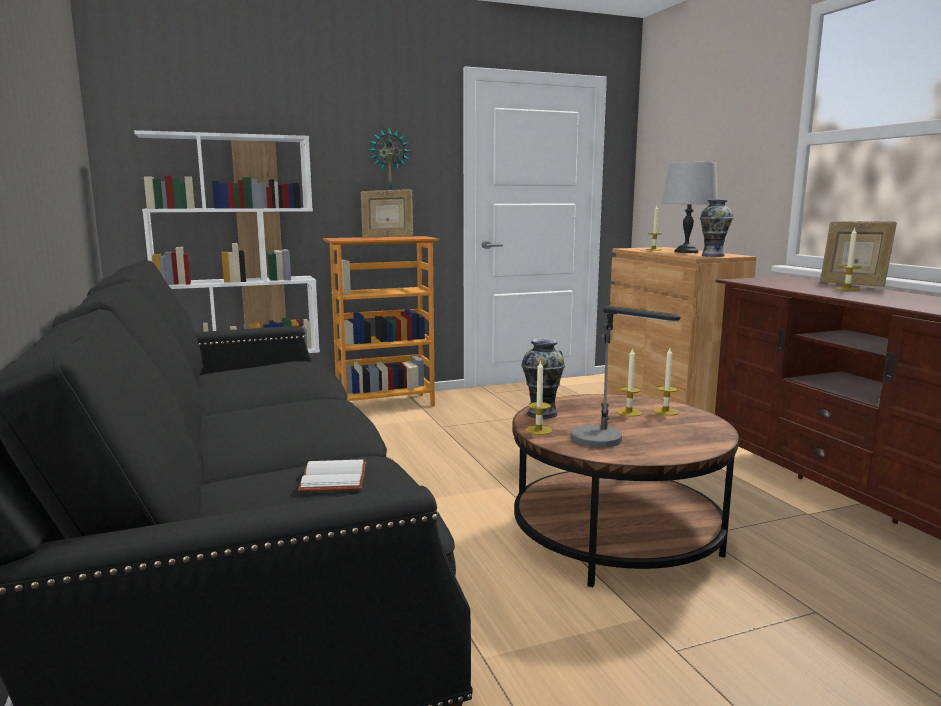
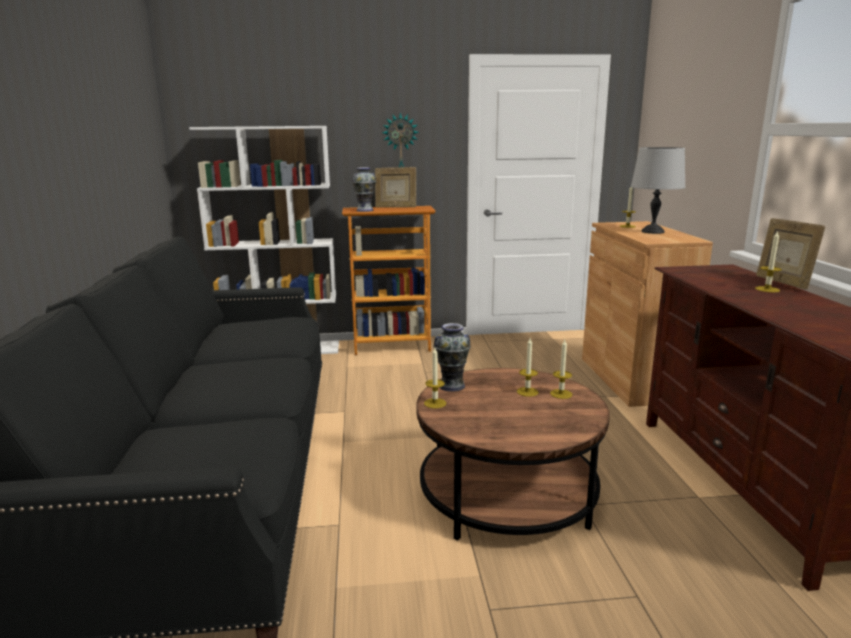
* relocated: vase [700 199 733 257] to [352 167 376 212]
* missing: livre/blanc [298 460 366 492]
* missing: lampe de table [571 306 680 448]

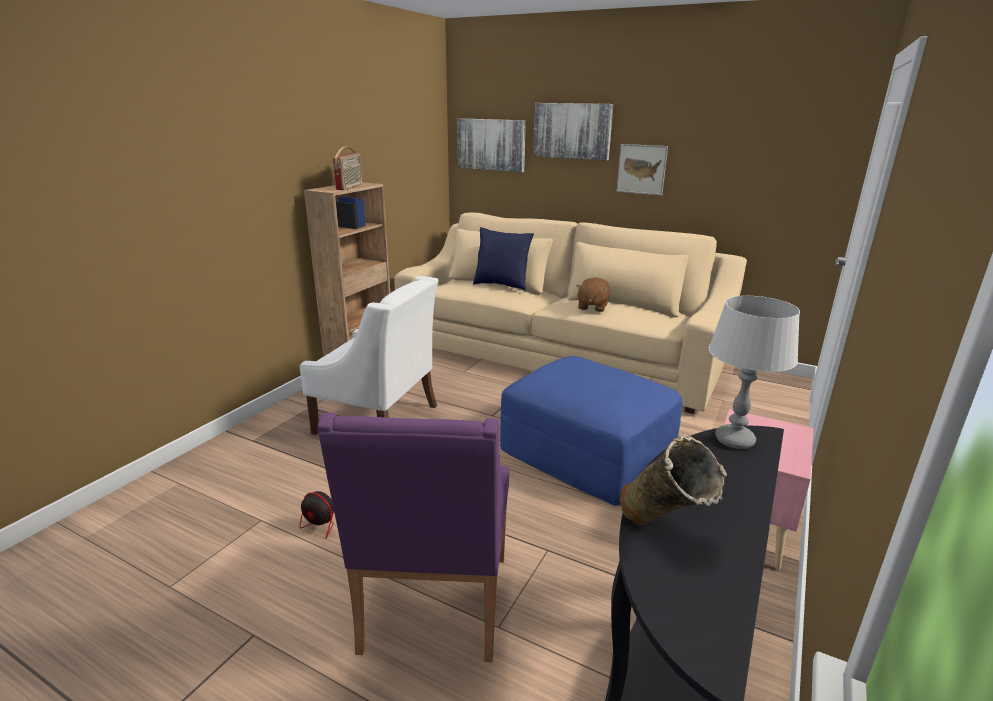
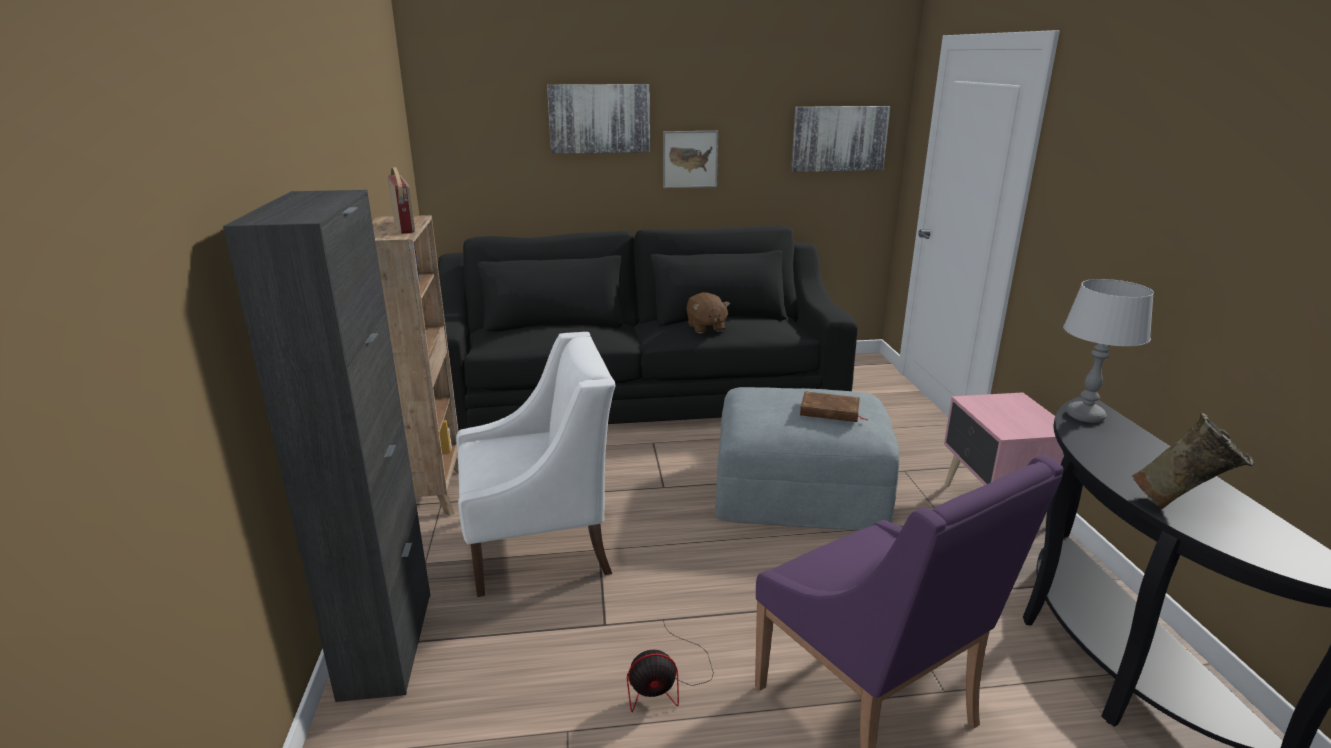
* appeared: meuble de rangement/noir [223 190 430 702]
* colour: canapé/beige [394 212 747 414] to canapé/noir [438 226 858 431]
* colour: pouf/bleu [500 356 683 505] to pouf/gris [715 387 899 530]
* relocated: tableau [457 118 526 172] to [791 106 890 172]
* appeared: livre/marron [800 391 868 422]
* missing: coussin/bleu [473 227 534 291]

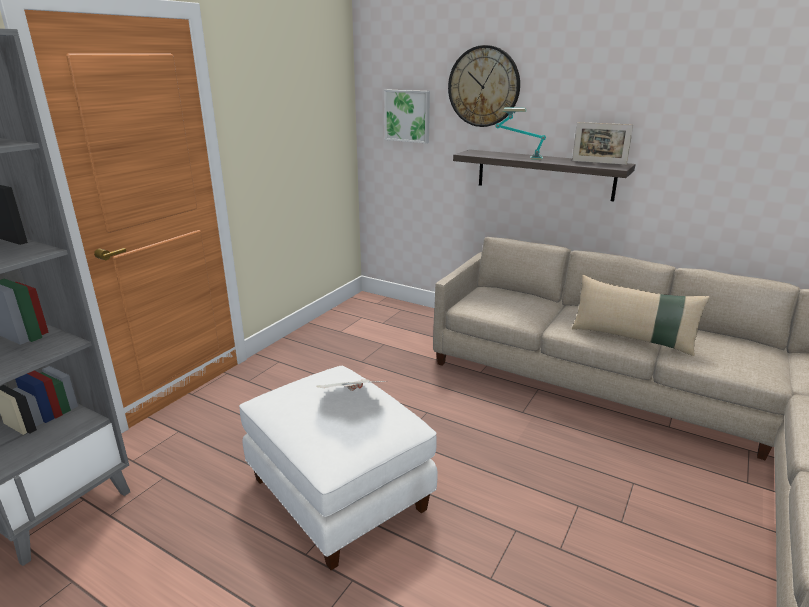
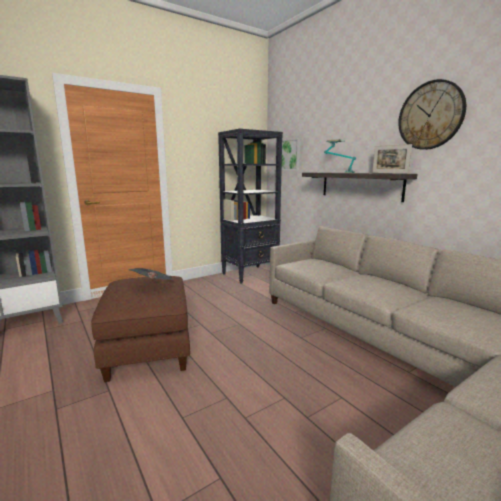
* colour: pouf/blanc [239 366 438 570] to pouf/marron [91 276 190 382]
* appeared: bibliothèque/noir [218 129 283 284]
* relocated: horloge murale [448 45 520 127] to [398 79 466 150]
* missing: coussin/beige [572 275 710 356]

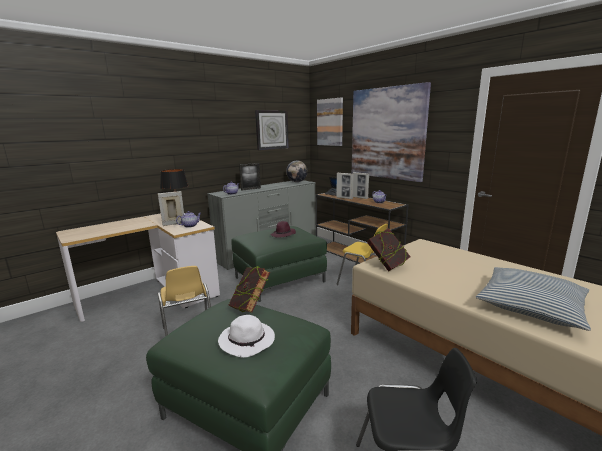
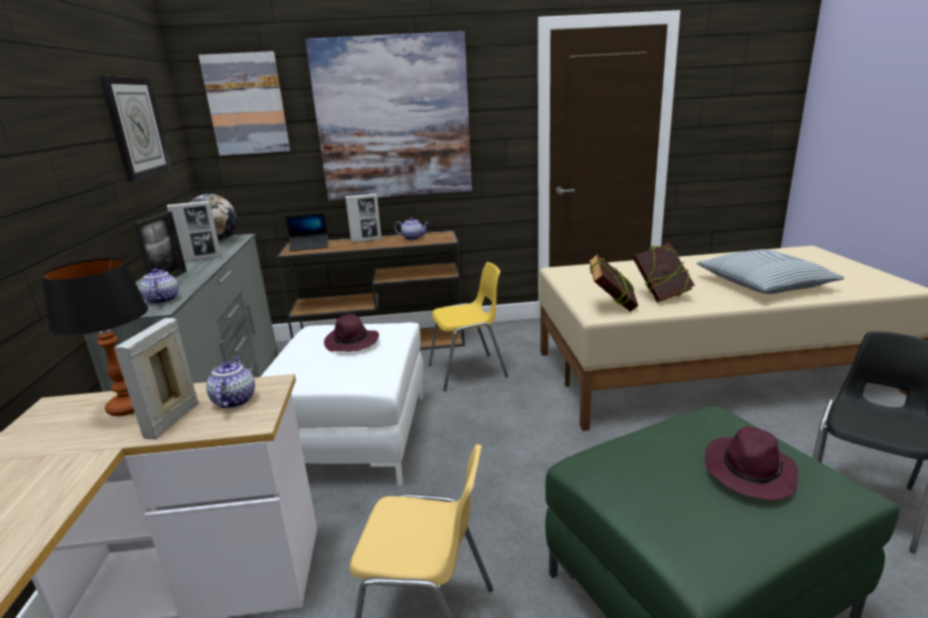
* relocated: cadre photo [336 173 354 199] to [167 201 221 262]
* colour: pouf/vert [231 226 327 302] to pouf/blanc [261 322 423 486]
* relocated: livre [229 266 270 313] to [634 242 695 303]
* colour: chapeau/blanc [218 315 275 358] to chapeau/violet [705 426 798 500]

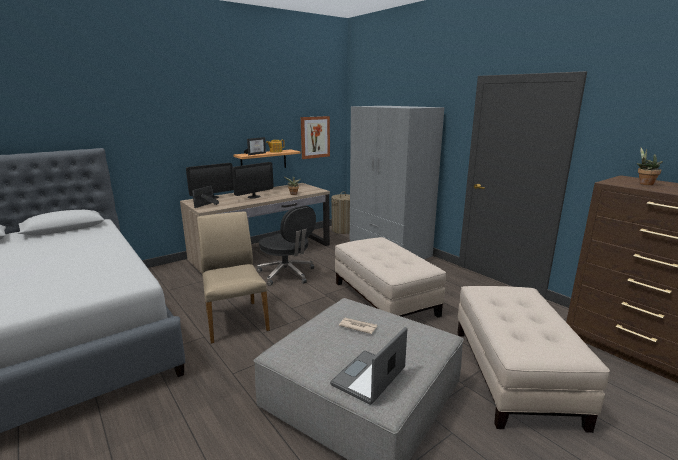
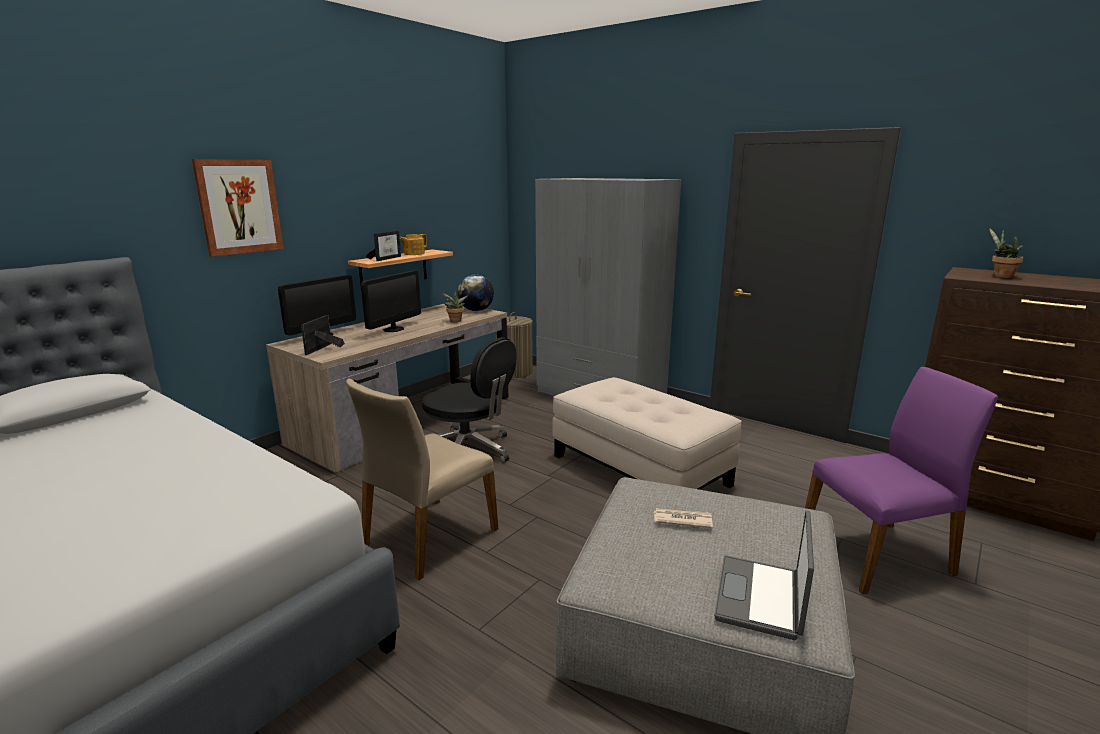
* relocated: tableau [301 116 330 159] to [192 159 284 257]
* spun: chaise/beige [197 211 270 343] = [346 378 498 580] 105 degrees counterclockwise
* appeared: globe [458 275 494 311]
* exchanged: pouf/beige [458 286 610 433] to chaise/violet [805 367 998 594]

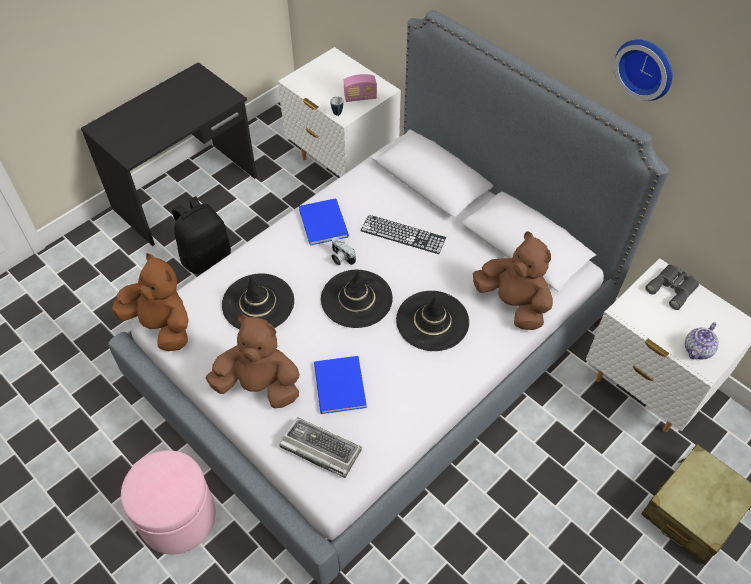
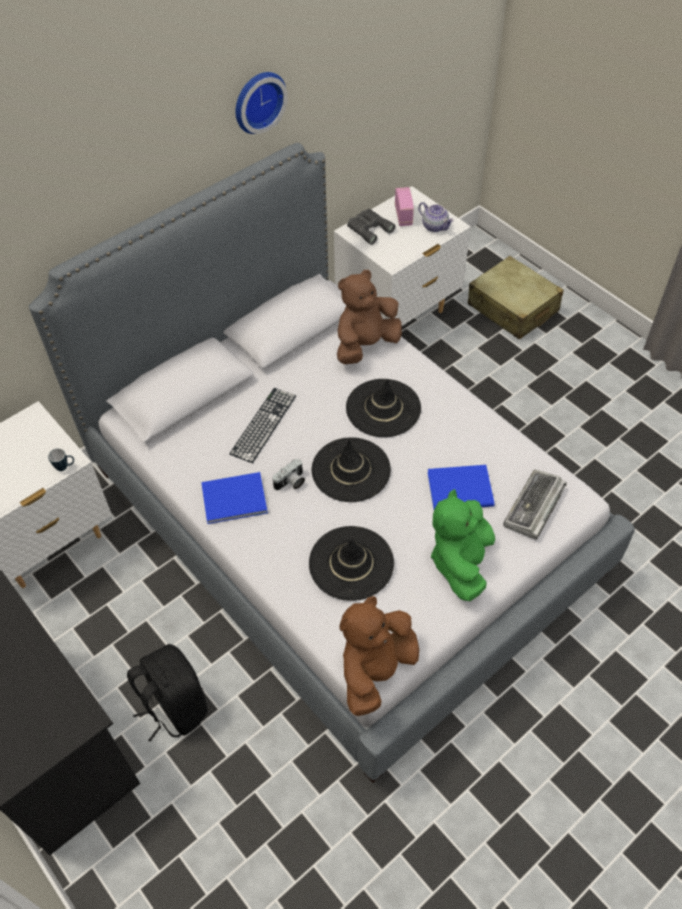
* relocated: radio [344 74 377 102] to [395 187 414 226]
* colour: peluche/marron [205 315 300 408] to peluche/vert [431 489 495 601]
* missing: pouf/rose [121 450 216 554]

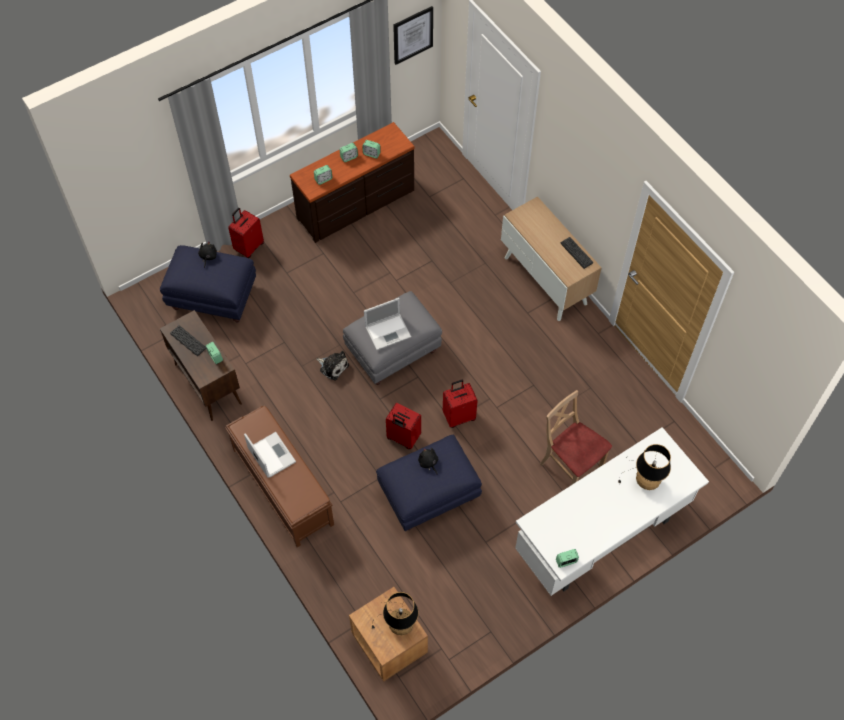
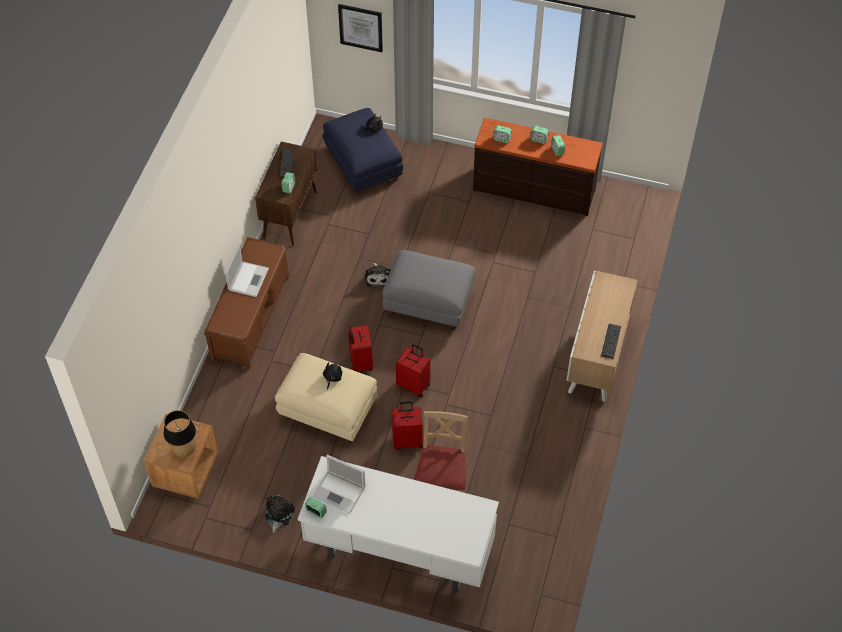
* appeared: peluche [265 495 295 533]
* colour: pouf/bleu [376 435 482 531] to pouf/beige [275 353 378 443]
* relocated: ordinateur portable [364 298 411 350] to [313 455 365 514]
* relocated: tableau [393 6 433 65] to [338 4 383 52]
* relocated: valise/rouge [228 208 264 258] to [392 401 423 450]
* missing: lampe de table [618 444 671 490]

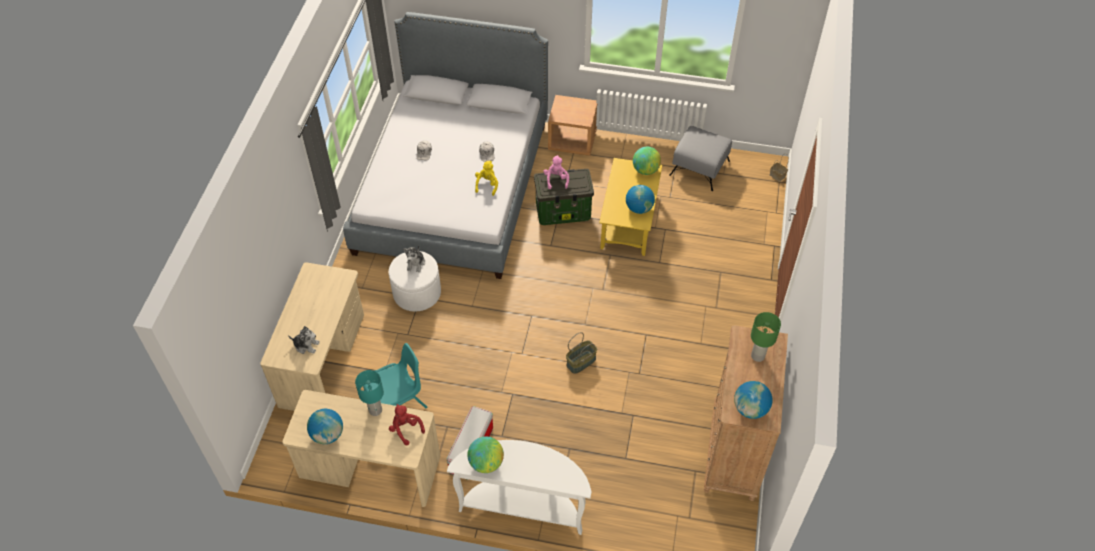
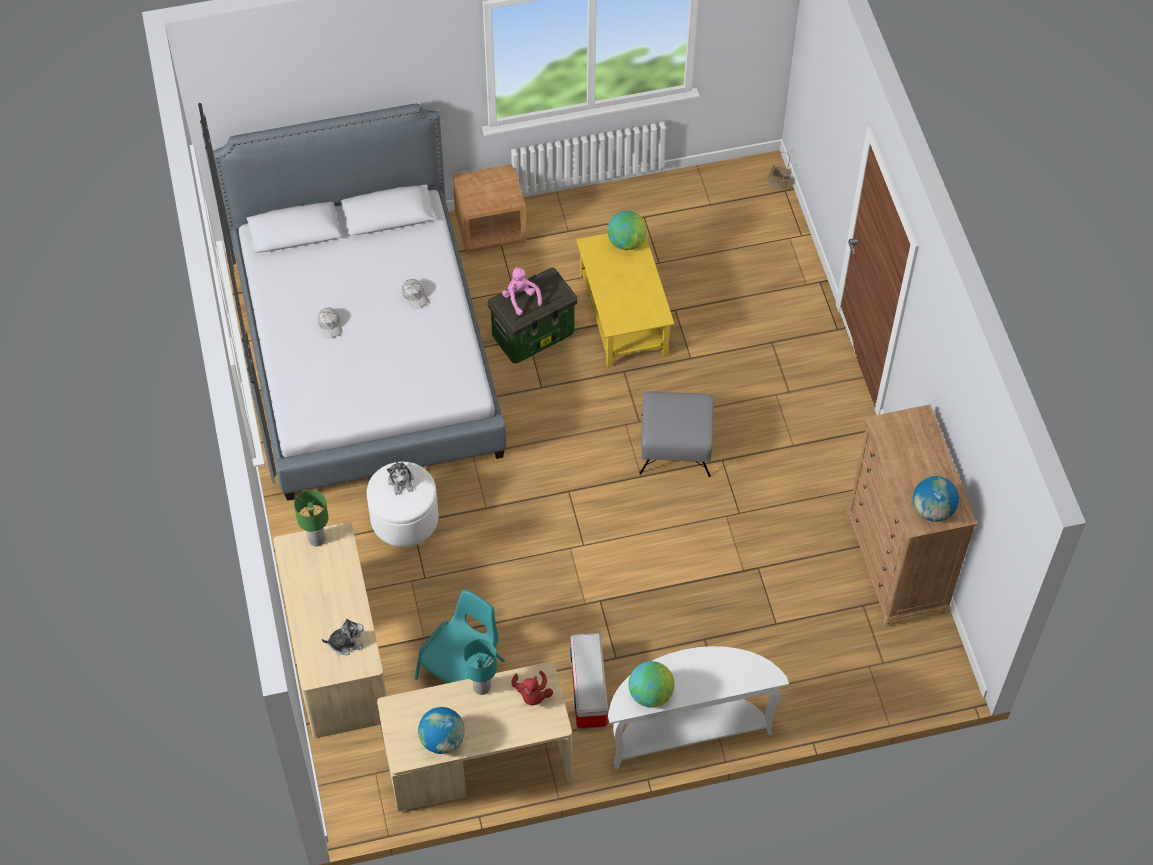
* relocated: lampe de table/vert [751 312 781 362] to [294 490 328 547]
* spun: peluche/rouge [389 404 425 445] = [511 671 553 706] 120 degrees counterclockwise
* relocated: pouf/gris [669 126 732 191] to [640 391 713 477]
* missing: peluche/jaune [475 161 498 196]
* missing: panier [566 332 597 374]
* missing: globe [626 185 655 214]

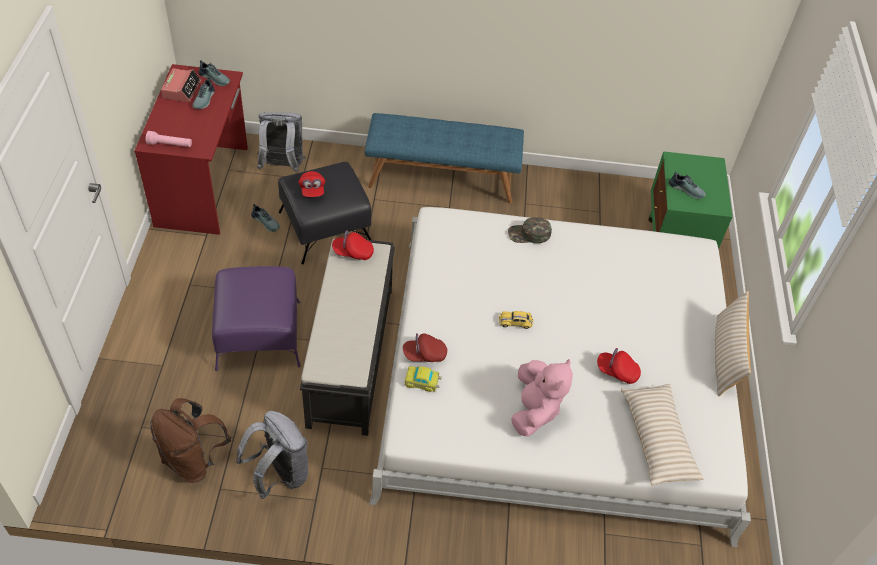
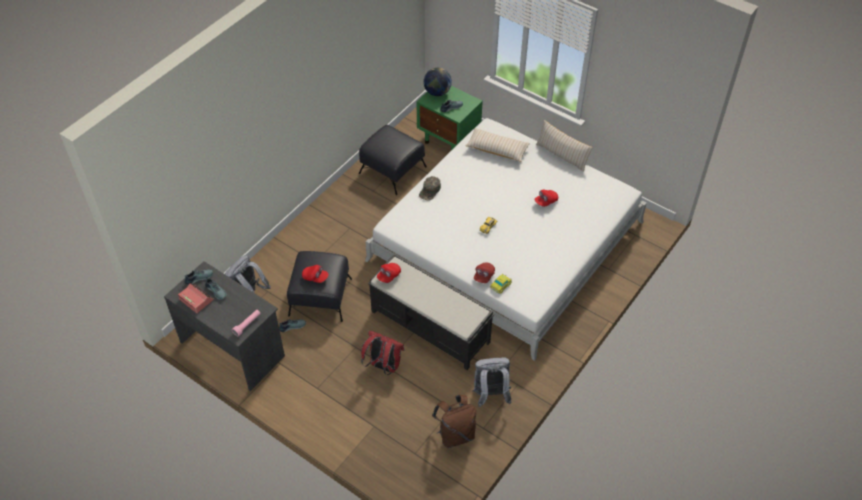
* colour: bureau/rouge [134 64 248 235] to bureau/gris [164 261 285 391]
* appeared: pouf/noir [359 125 427 195]
* exchanged: pouf/violet [212 266 301 371] to sac à dos/rouge [361 331 405 375]
* appeared: globe [423 68 452 96]
* relocated: coussin/beige [621 384 703 486] to [465 128 530 162]
* missing: banc/bleu [364 113 524 204]
* missing: peluche/rose [511 359 573 436]

